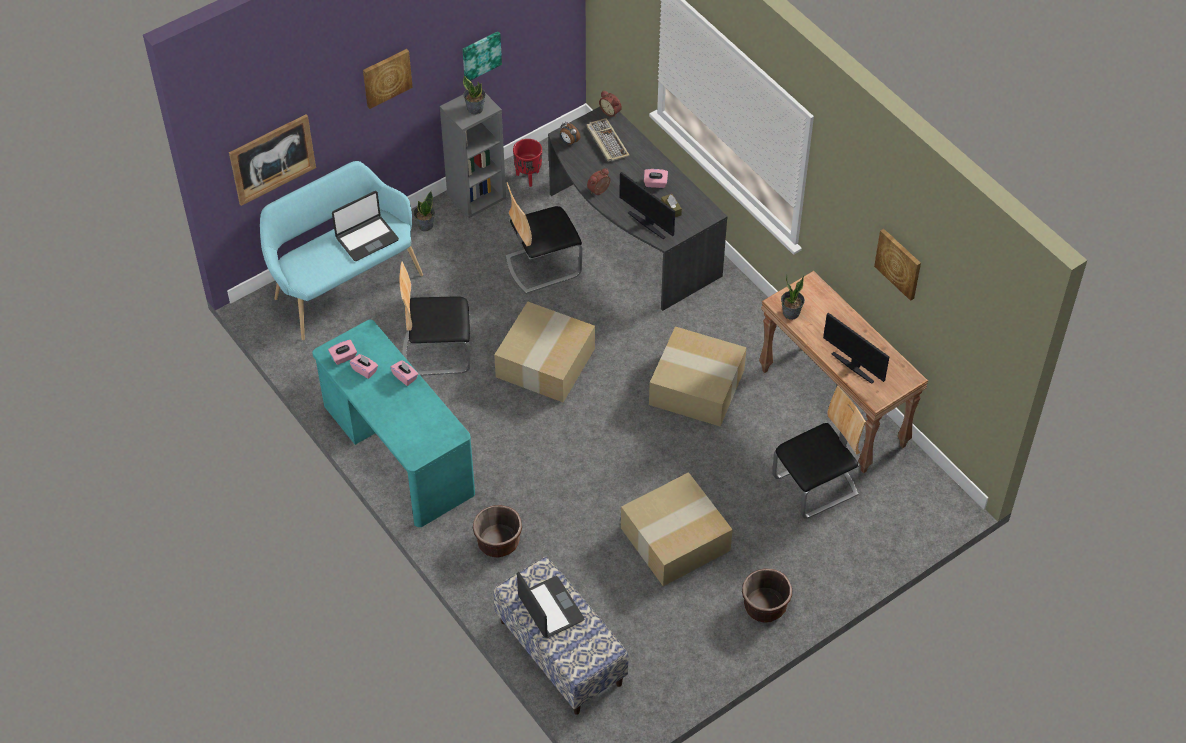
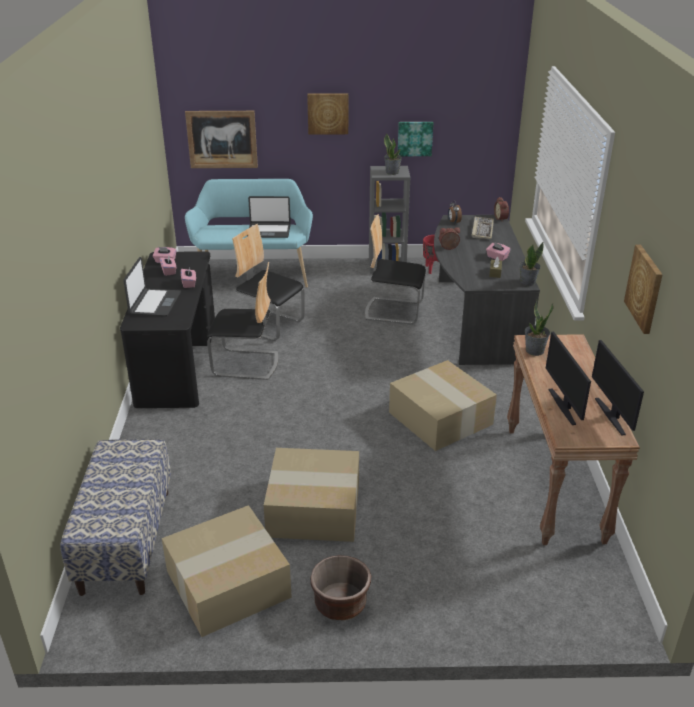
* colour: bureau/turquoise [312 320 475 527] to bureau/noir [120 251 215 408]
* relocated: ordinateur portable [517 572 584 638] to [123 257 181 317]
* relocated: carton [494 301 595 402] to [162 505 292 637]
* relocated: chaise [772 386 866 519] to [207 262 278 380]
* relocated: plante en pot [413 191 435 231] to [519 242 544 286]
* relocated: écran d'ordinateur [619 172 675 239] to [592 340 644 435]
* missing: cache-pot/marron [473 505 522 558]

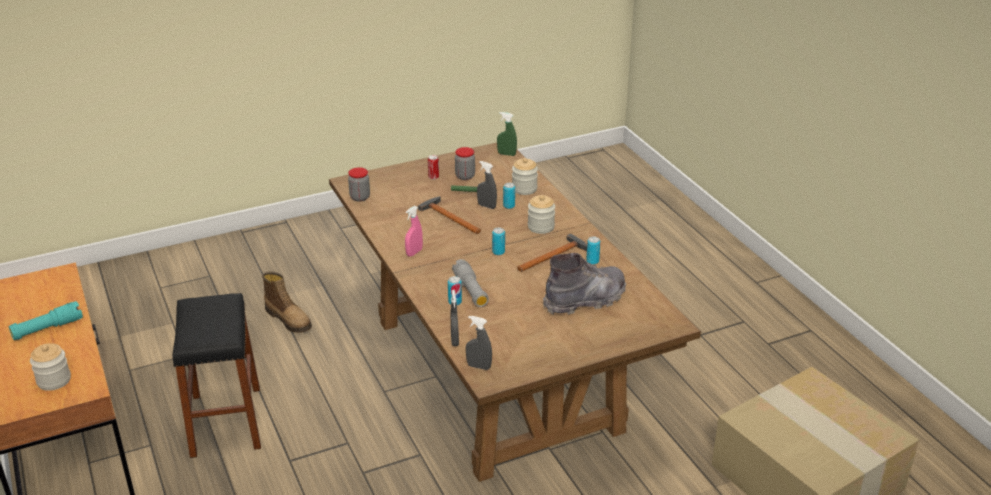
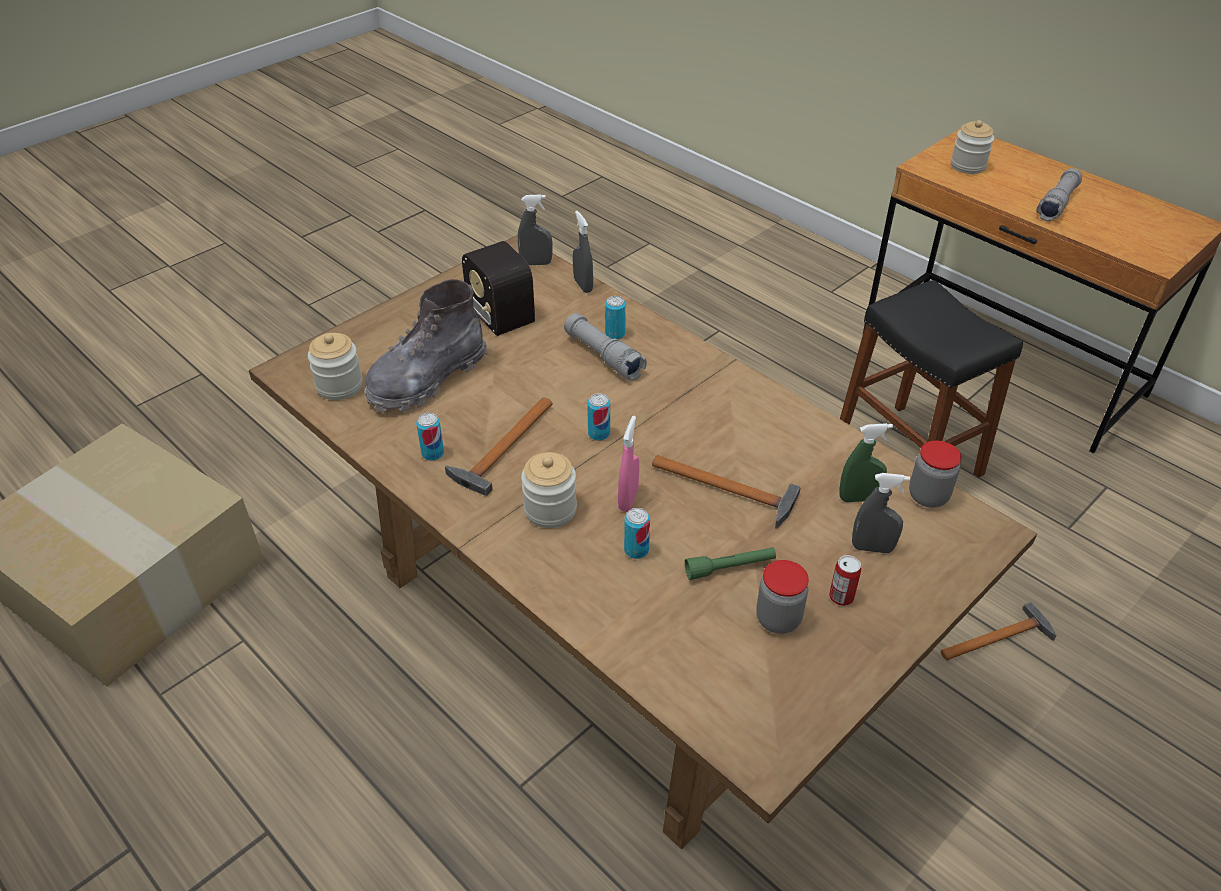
* relocated: bocal [512 158 538 195] to [308 333 363 400]
* appeared: radio [462 241 535 336]
* relocated: vaporisateur/rose [405 206 423 257] to [618 416 639 512]
* relocated: vaporisateur/vert [497 112 517 156] to [839 423 893 502]
* relocated: vaporisateur/gris [477 161 497 209] to [852 473 910 553]
* exchanged: botte [262 271 312 333] to marteau [941 602 1056 660]
* colour: lampe de poche/turquoise [9 301 83 340] to lampe de poche/gris [1037 168 1082 221]

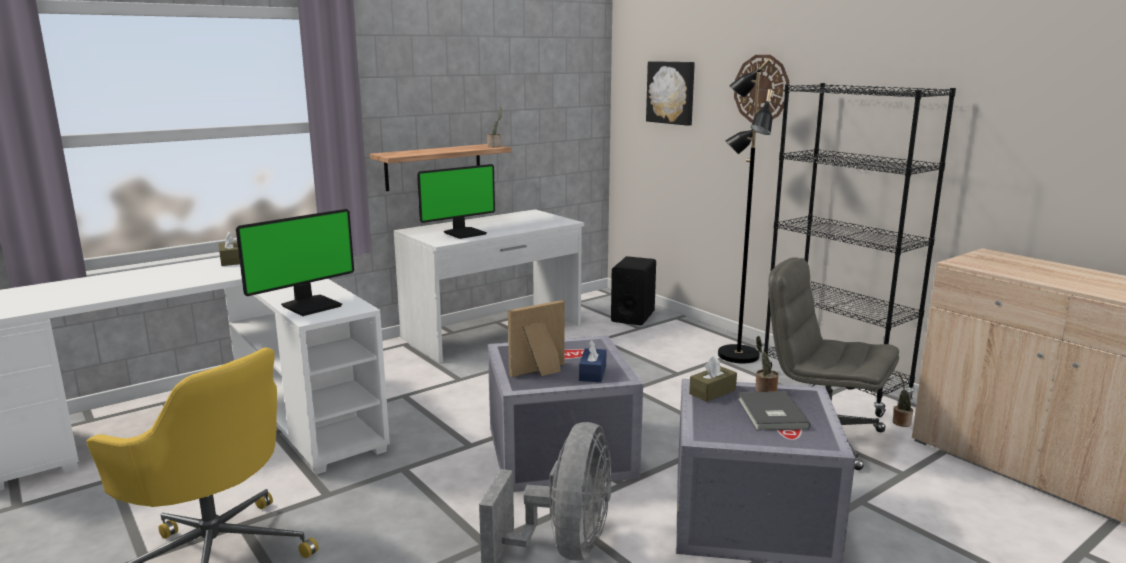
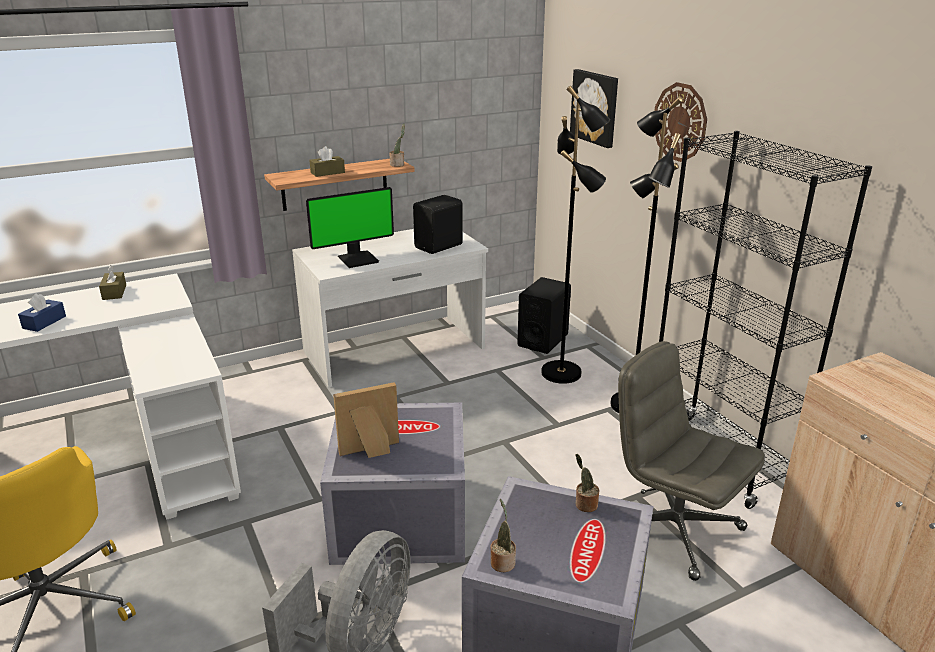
* relocated: boîte à mouchoirs/bleu [579 340 606 382] to [18 293 66 332]
* relocated: boîte à mouchoirs/marron [689 356 737 402] to [309 146 345 177]
* appeared: enceinte/noir [413 195 463 254]
* relocated: plante en pot [893 374 913 427] to [490 499 516 572]
* appeared: lampadaire/noir [541 86 610 384]
* missing: écran d'ordinateur [236 209 354 316]
* missing: livre/gris [738 392 810 430]

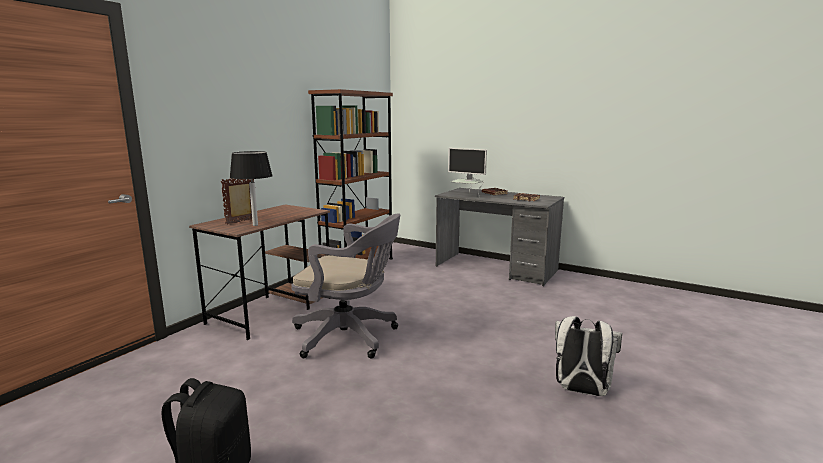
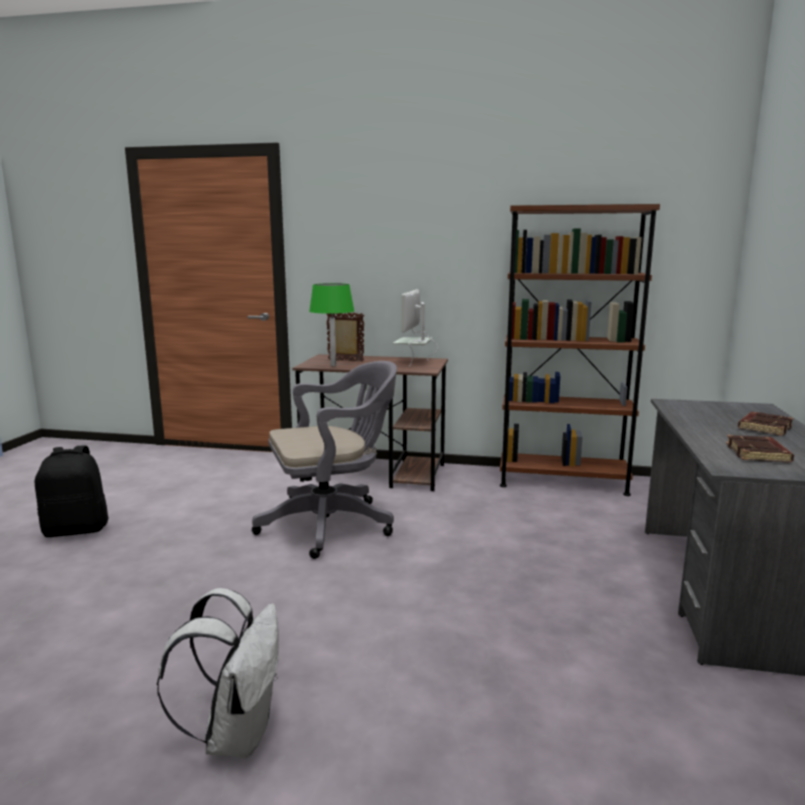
* spun: chaise de bureau/gris [291 214 400 359] = [252 361 397 559] 105 degrees counterclockwise
* colour: lampe de table/noir [230 151 273 226] to lampe de table/vert [309 283 355 366]
* relocated: écran d'ordinateur [448 148 487 195] to [393 289 438 366]

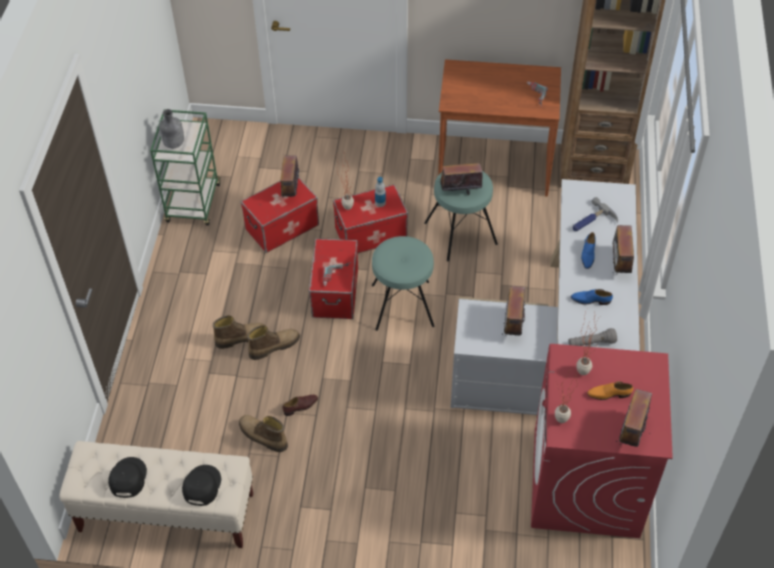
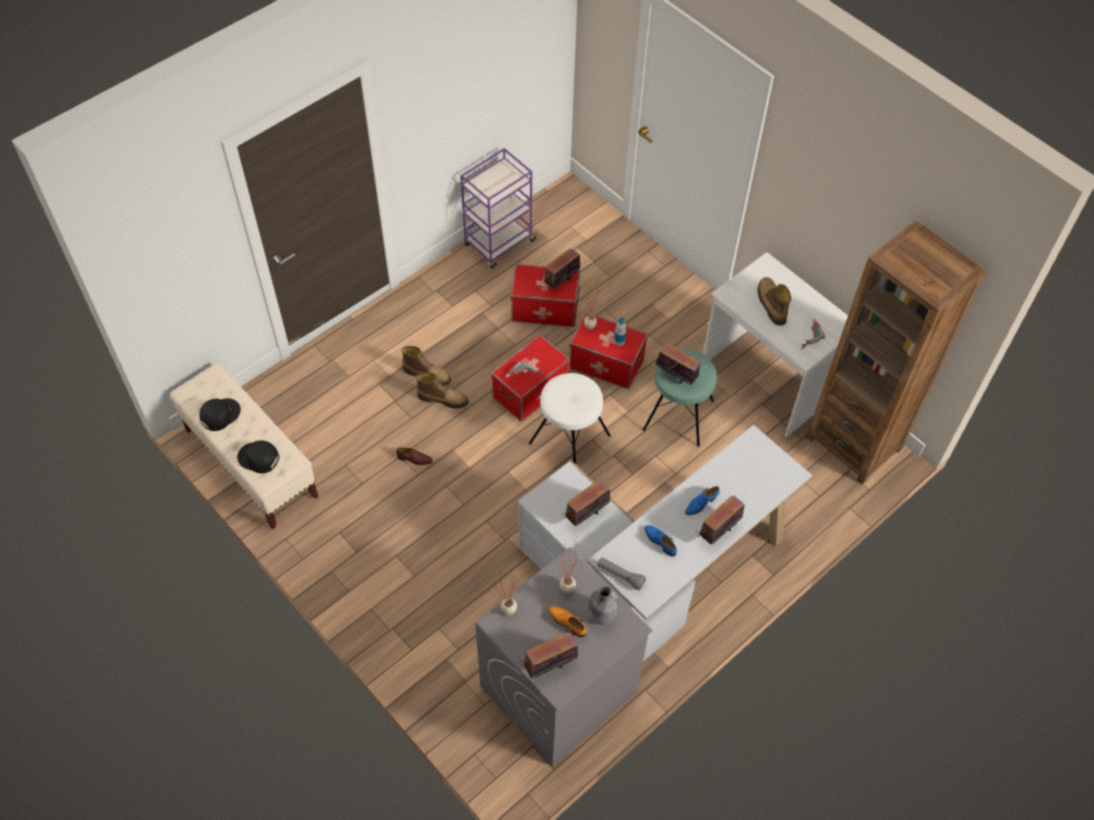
* spun: casquette/noir [182 465 221 506] = [237 440 279 473] 120 degrees counterclockwise
* colour: chariot/vert [150 110 221 226] to chariot/violet [461 148 539 269]
* colour: lave-linge/rouge [531 344 673 538] to lave-linge/gris [475 548 653 766]
* colour: tabouret/turquoise [372 236 435 331] to tabouret/blanc [529 373 610 464]
* relocated: bouteille/gris [159 109 184 148] to [588 586 619 625]
* colour: bureau/marron [438 59 561 197] to bureau/blanc [703 252 848 437]
* relocated: botte [239 415 288 452] to [758 277 791 326]
* missing: marteau [573 197 618 231]

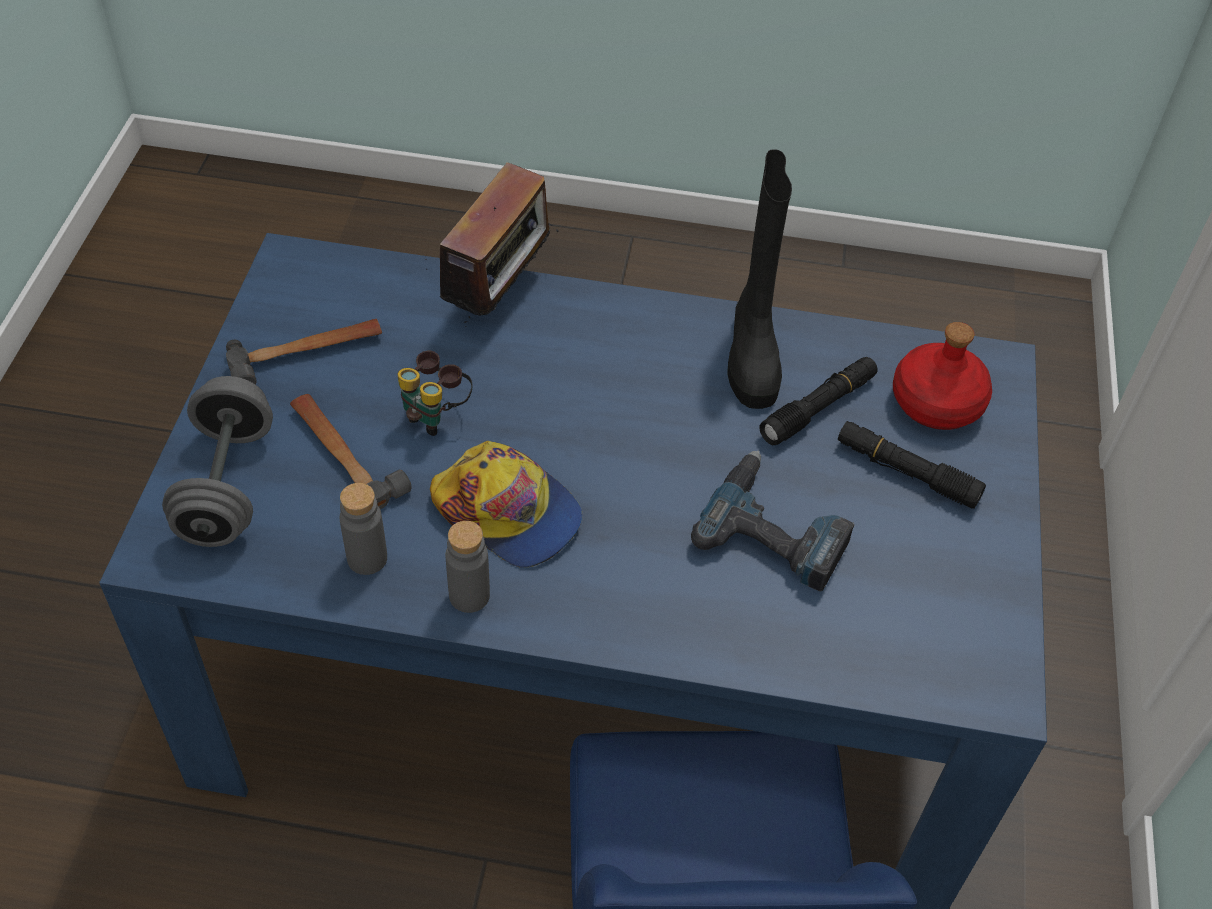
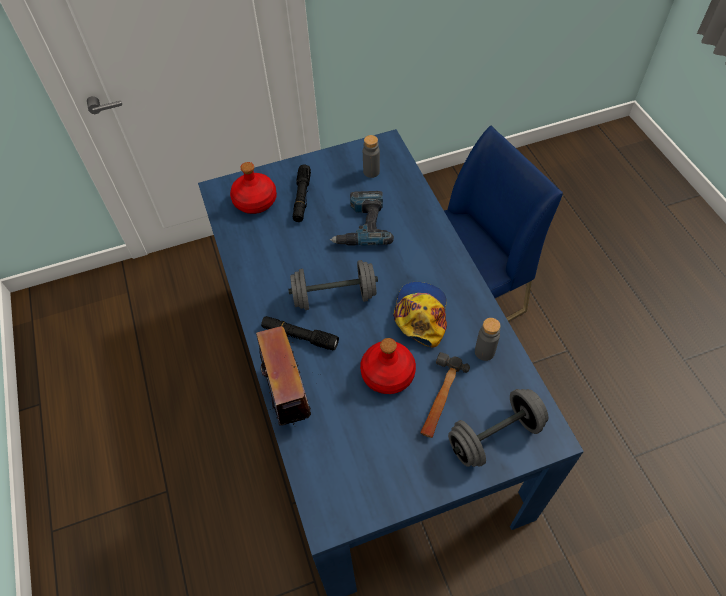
* spun: radio [425 162 559 327] = [250 326 311 426] 75 degrees clockwise
* relocated: lampe de poche/noir [759 357 878 445] to [261 316 339 350]
* appeared: haltère/gris [288 260 378 310]
* exchanged: jumelles [397 350 472 436] to bouteille/rouge [360 338 416 394]
* relocated: bouteille/gris [445 521 490 613] to [363 135 380 178]
* missing: marteau [226 319 382 385]
* missing: botte/noir [727 149 792 409]

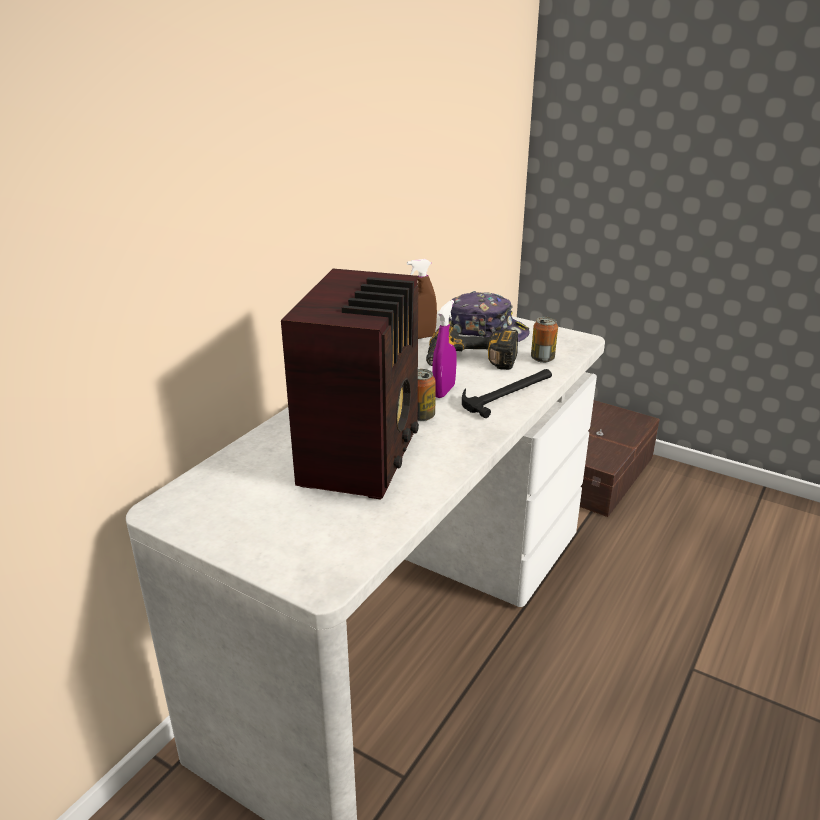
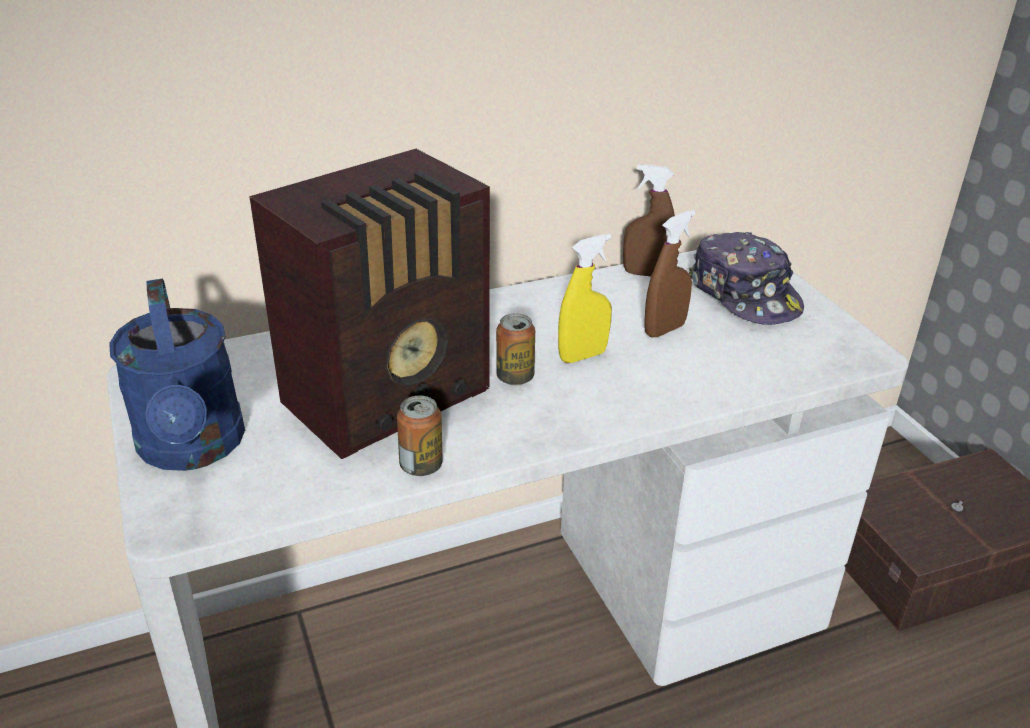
* appeared: arrosoir/bleu [109 279 245 471]
* relocated: boîte métallique [531 317 558 363] to [397 396 443 476]
* colour: vaporisateur/violet [432 300 456 398] to vaporisateur/jaune [558 234 612 363]
* exchanged: perceuse [426 325 518 370] to vaporisateur/marron [644 210 696 338]
* missing: marteau [462 369 552 418]

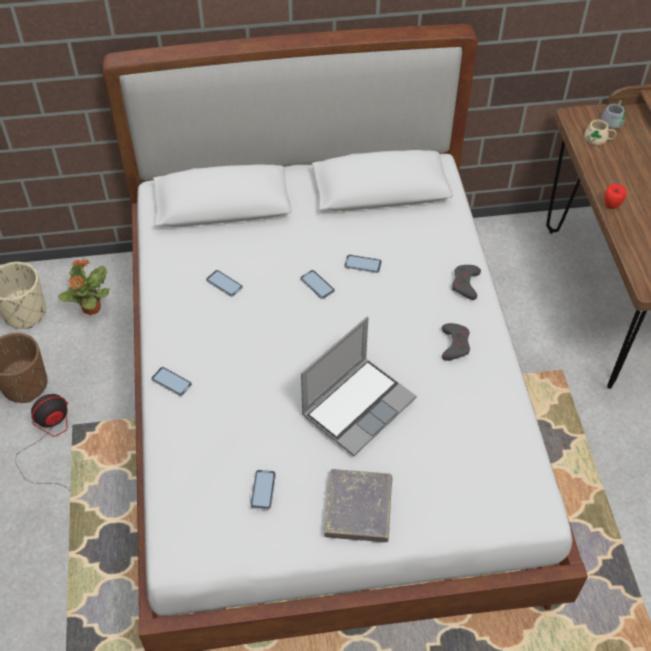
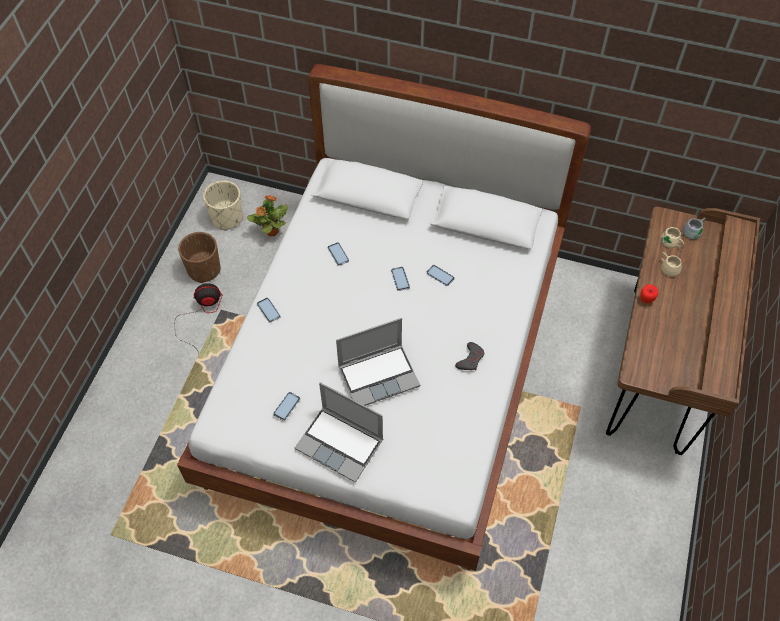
* exchanged: livre/gris [324 469 392 542] to ordinateur portable [295 382 383 483]
* appeared: mug/beige [660 252 682 277]
* missing: manette/gris [452 265 481 300]

